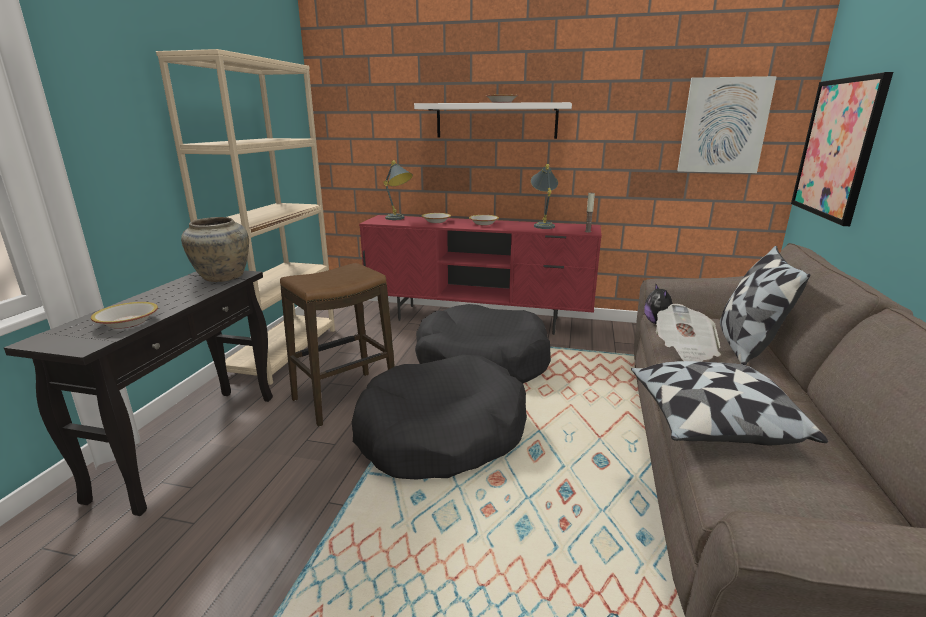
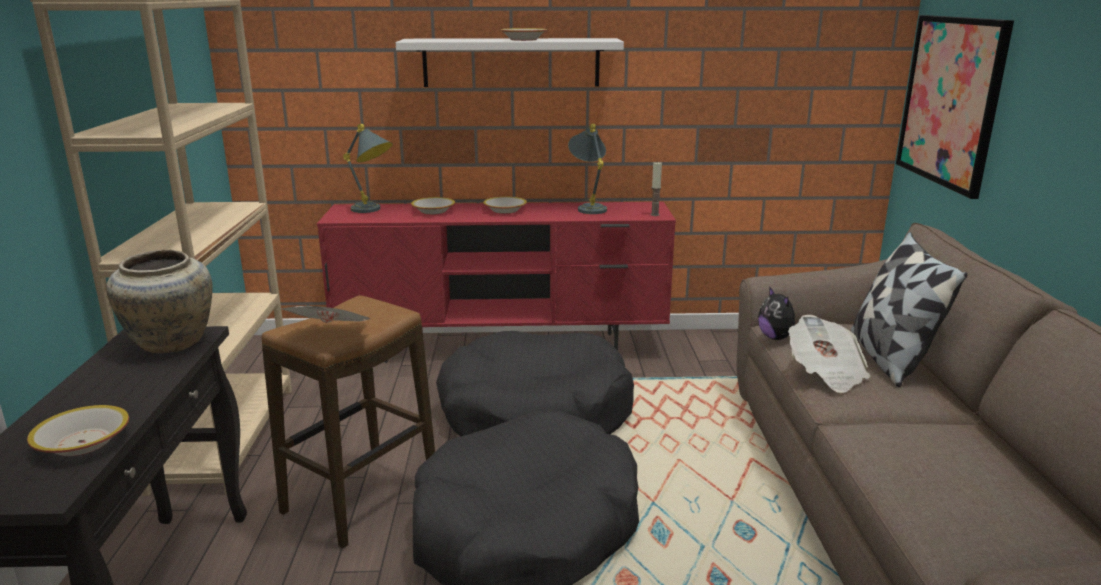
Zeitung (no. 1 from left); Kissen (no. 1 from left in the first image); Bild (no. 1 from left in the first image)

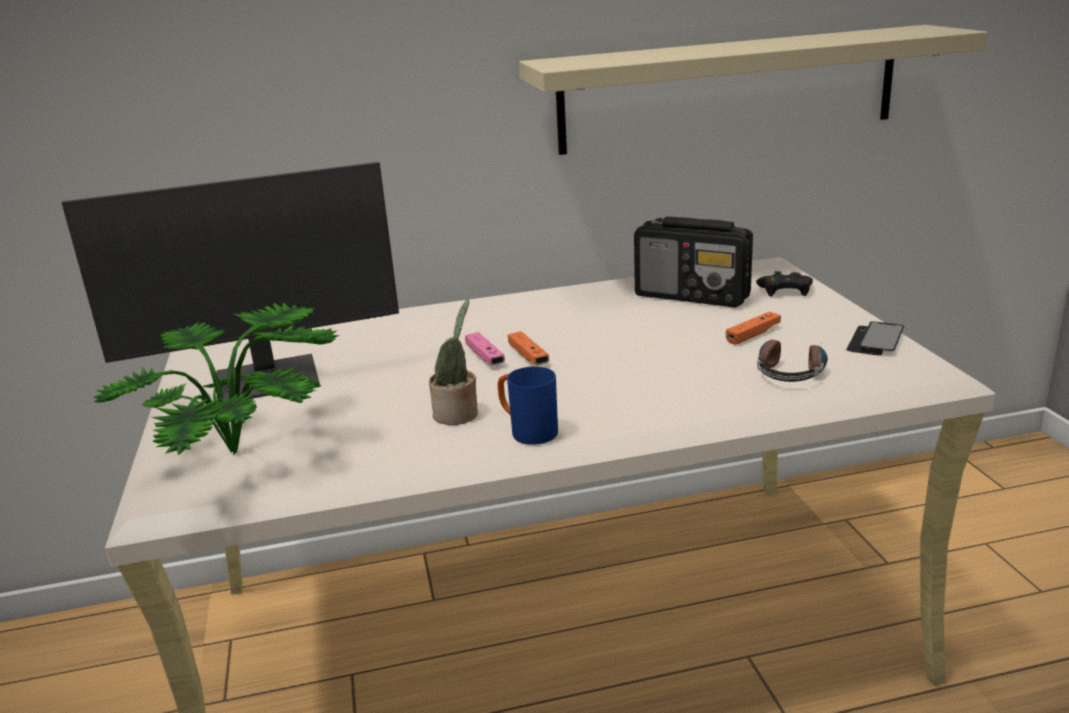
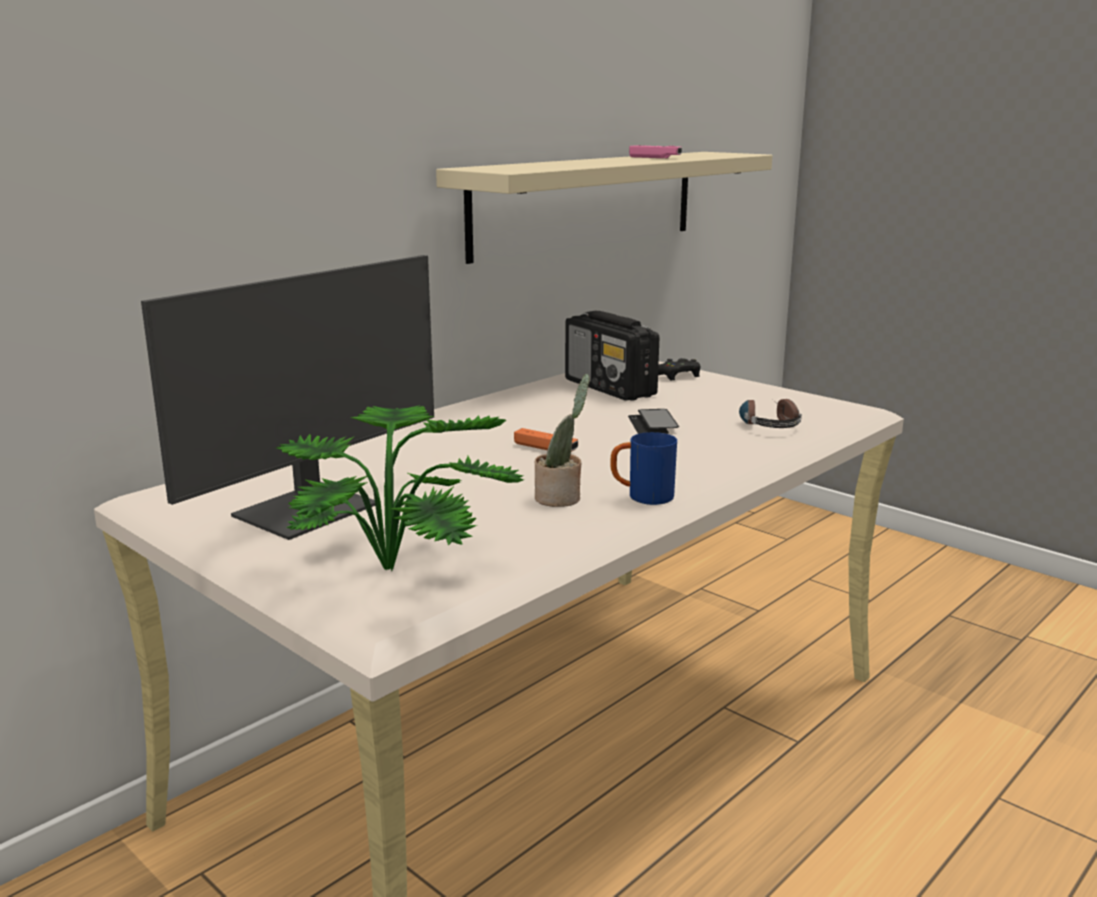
Radio; Handy; Gamepad/rosa; Gamepad/orange (no. 2 from left in the first image)

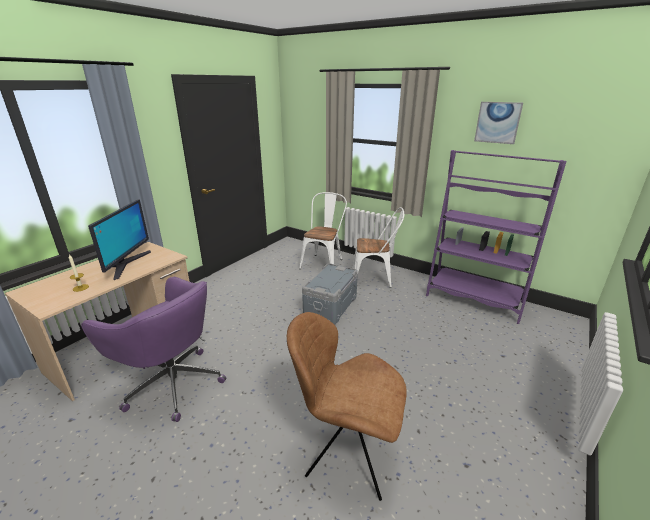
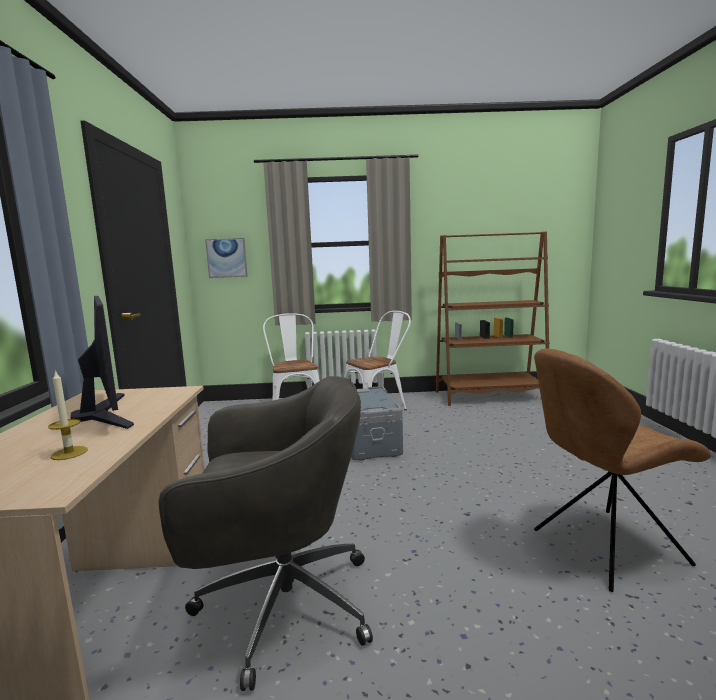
Bürostuhl/grau; Bild; Bücherregal/braun

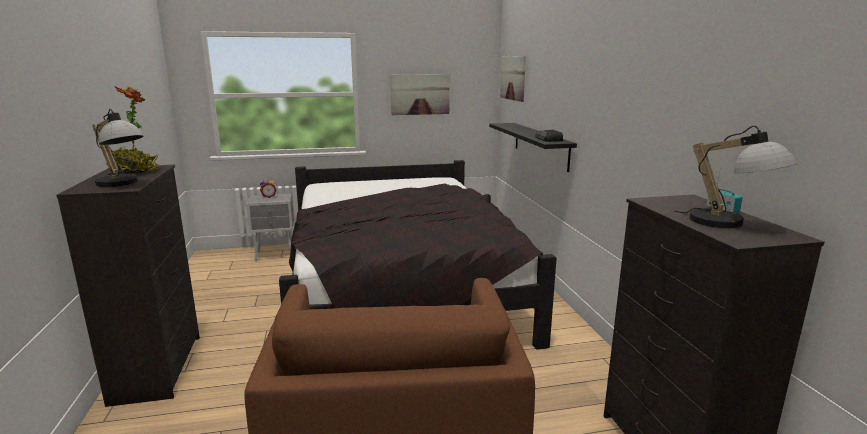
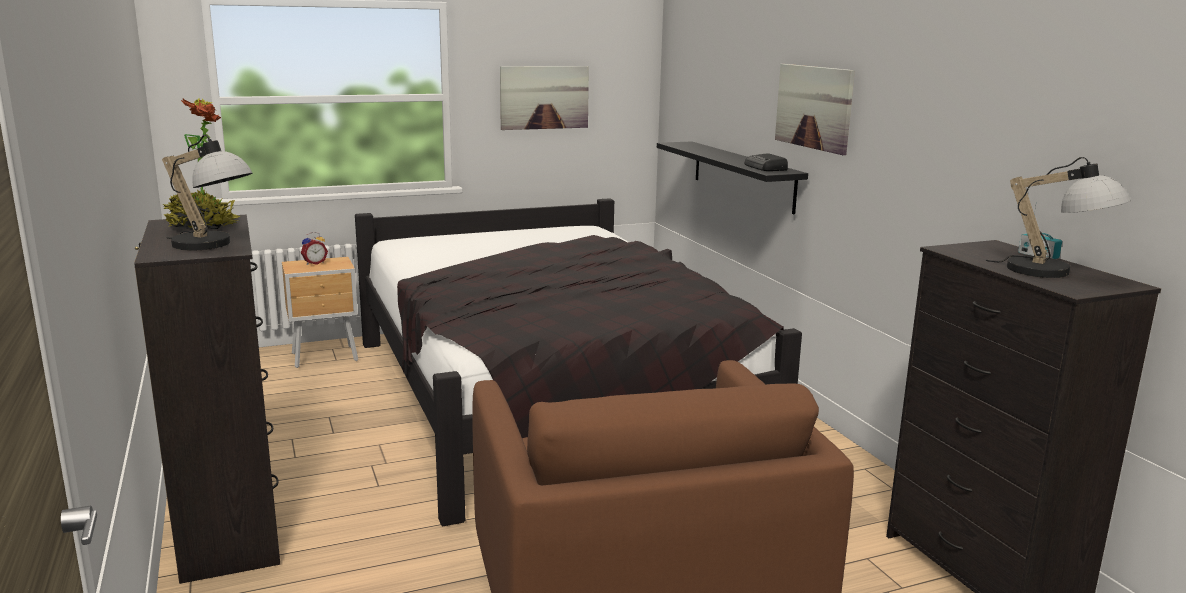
Nachttisch/braun; Bild (no. 2 from left)

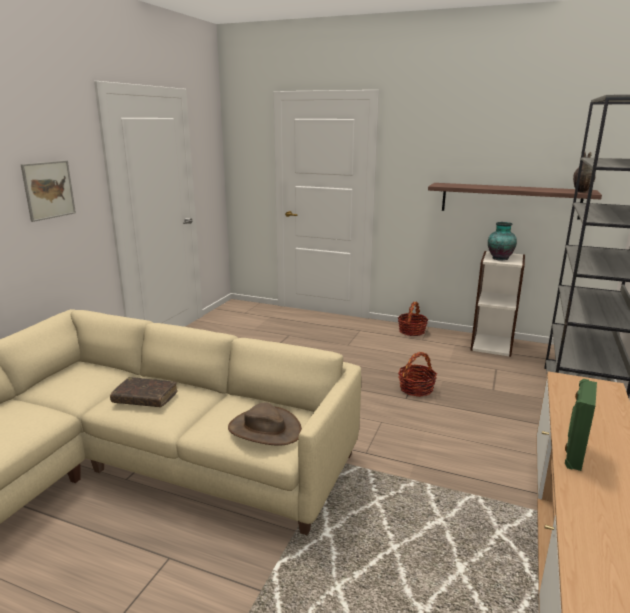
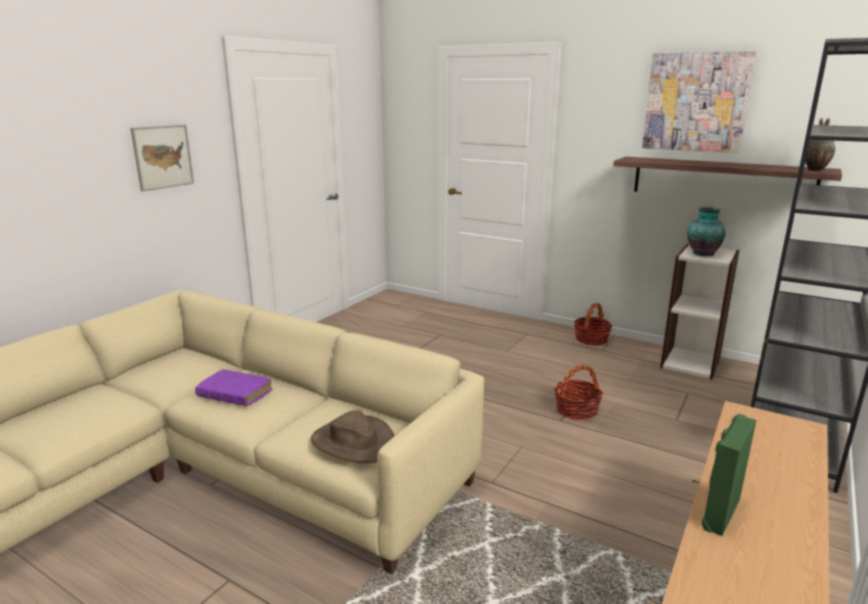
Buch/lila; Bild (no. 2 from left)

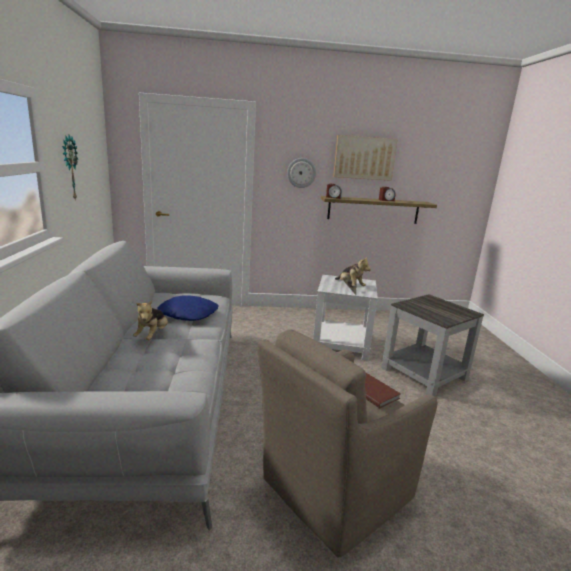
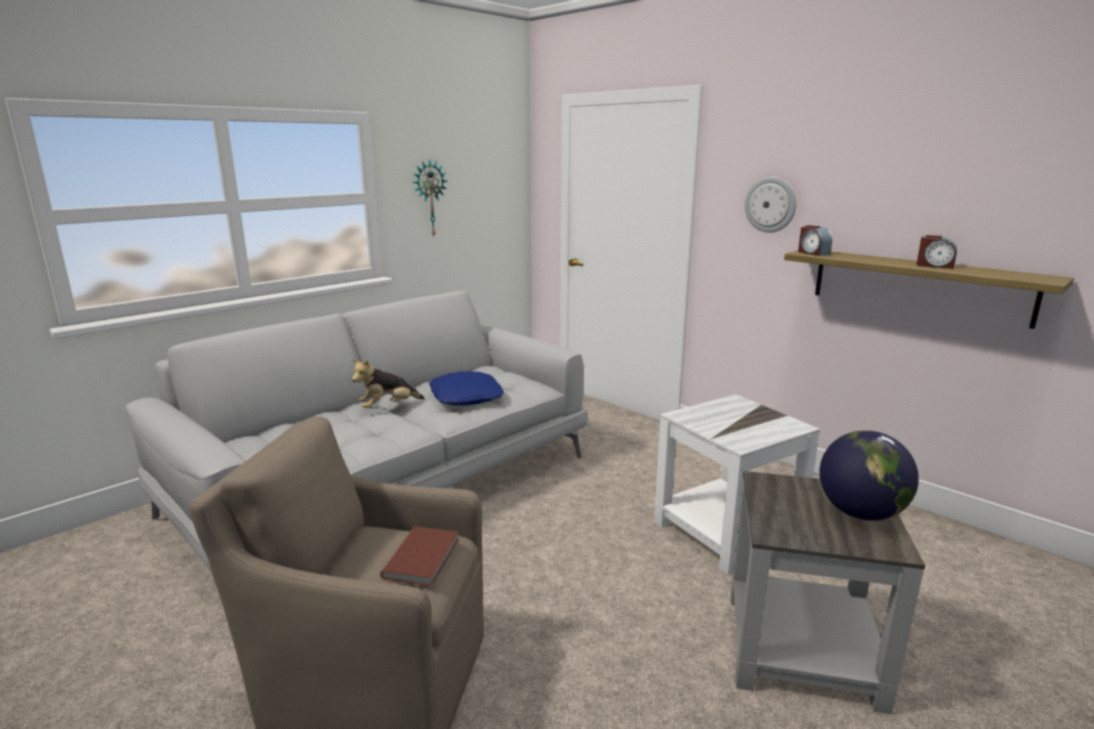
Globus; Bild; Plüschtier (no. 2 from left in the first image)

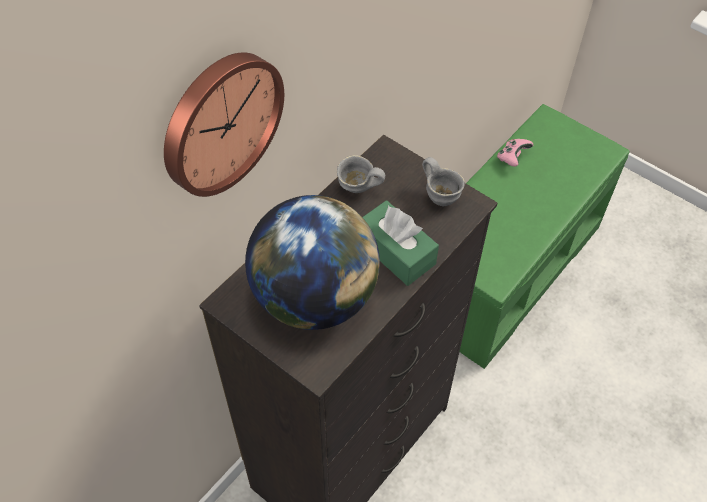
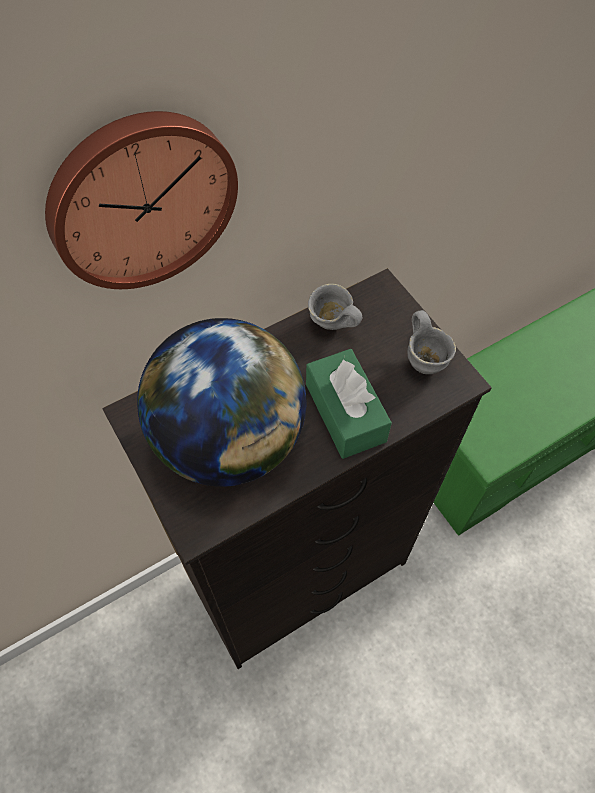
Gamepad/rosa

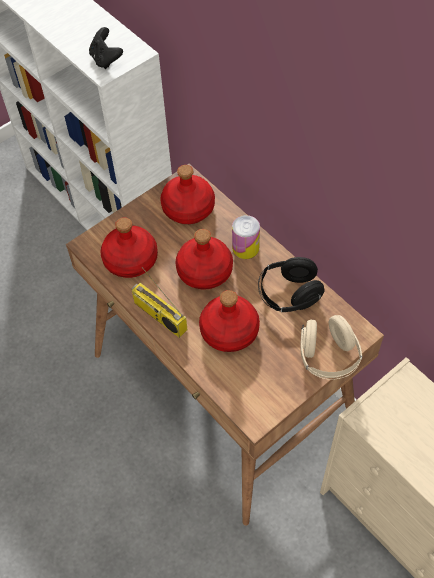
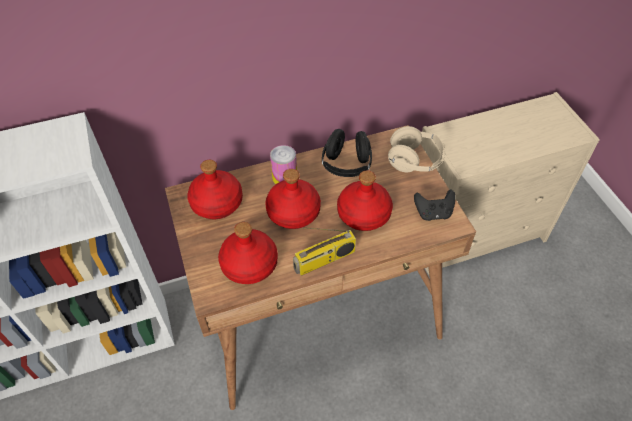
Gamepad/schwarz

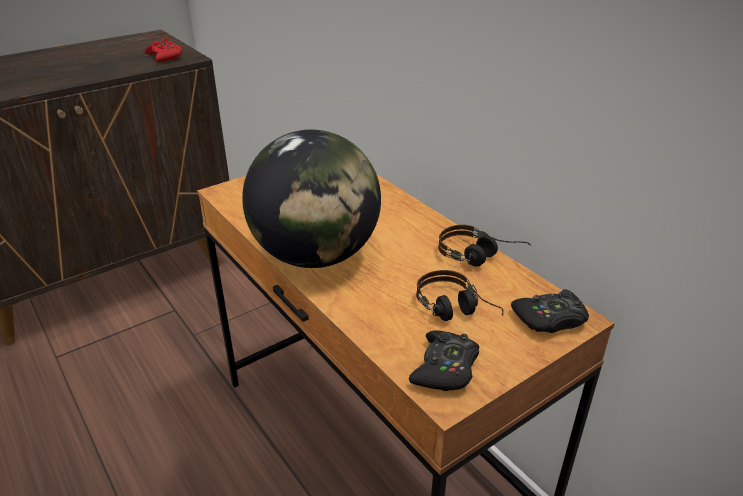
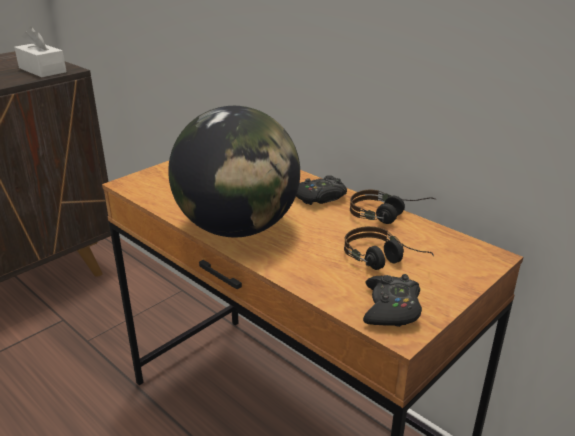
Taschentuchbox/weiß; Gamepad/schwarz (no. 1 from left)

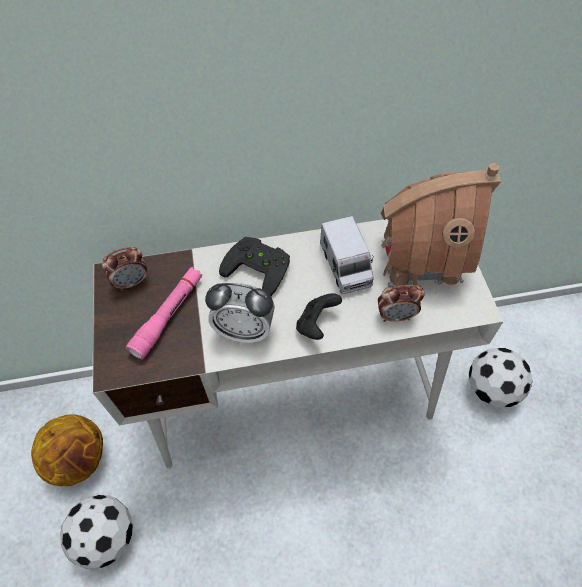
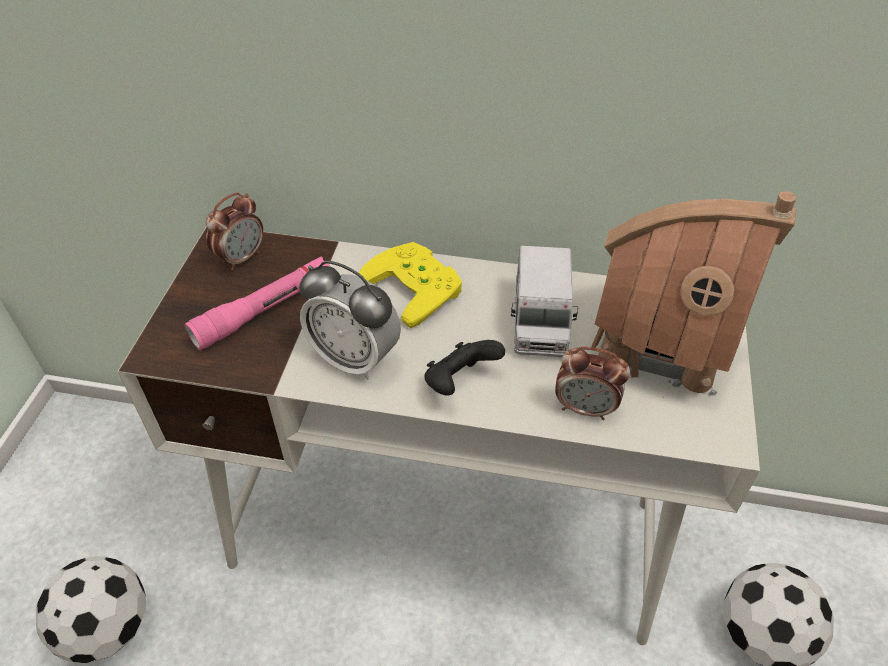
Wecker (no. 1 from left); Gamepad/gelb; Basketball

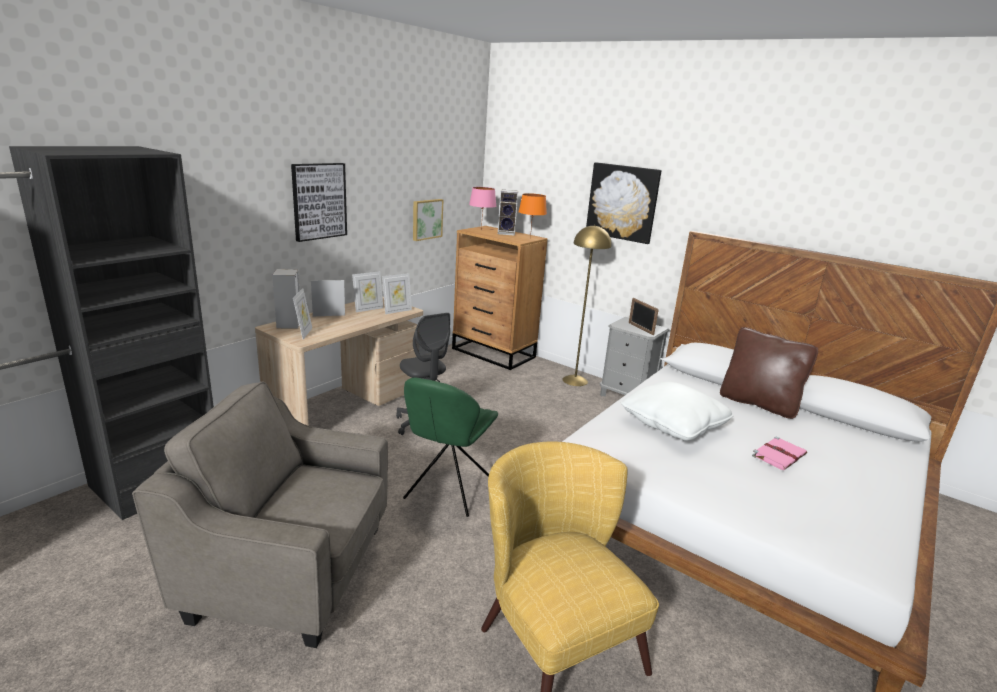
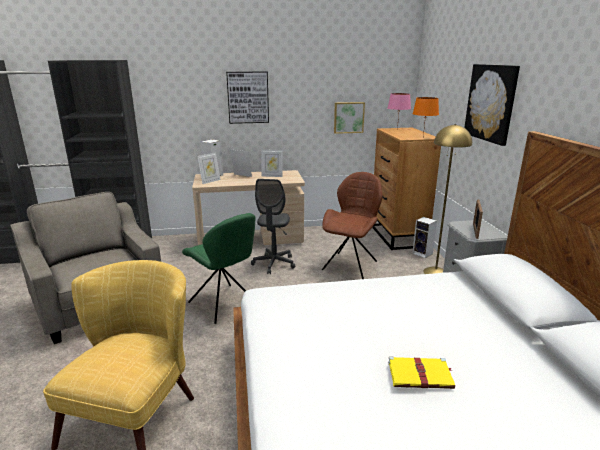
Stuhl/grün; Stuhl/braun; Buch/gelb; Lautsprecher (no. 2 from left); Bilderrahmen (no. 4 from left in the first image); Kissen/weiß; Kissen/braun

